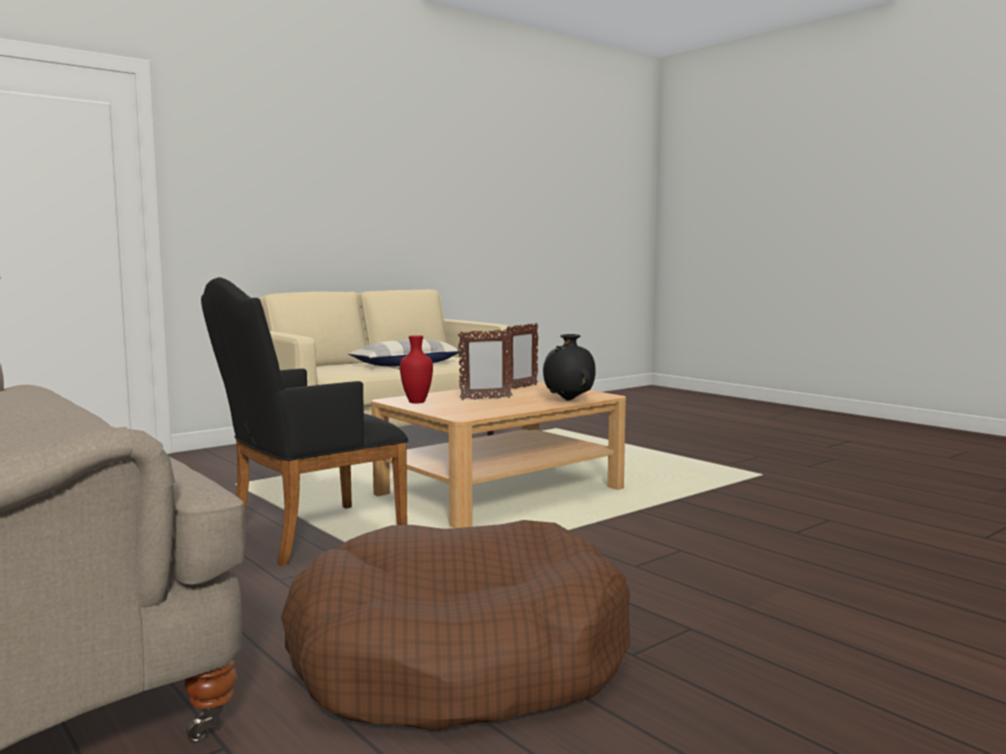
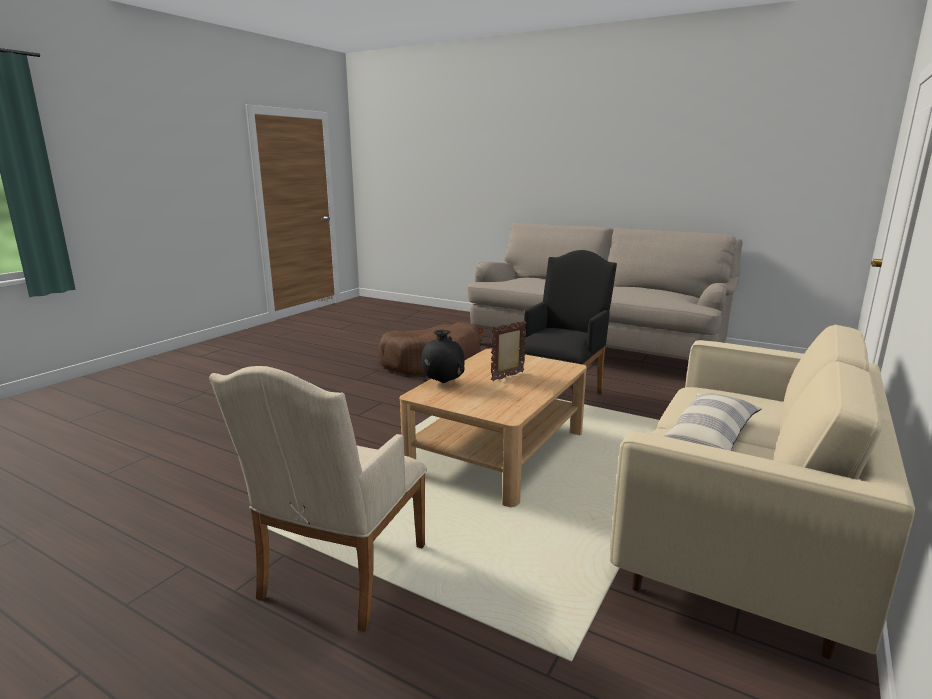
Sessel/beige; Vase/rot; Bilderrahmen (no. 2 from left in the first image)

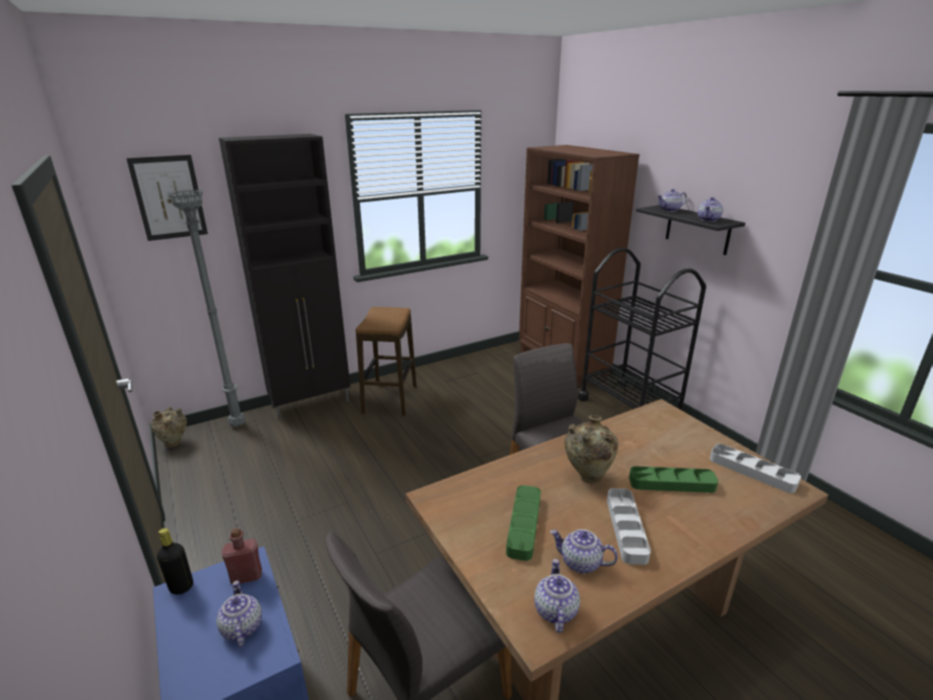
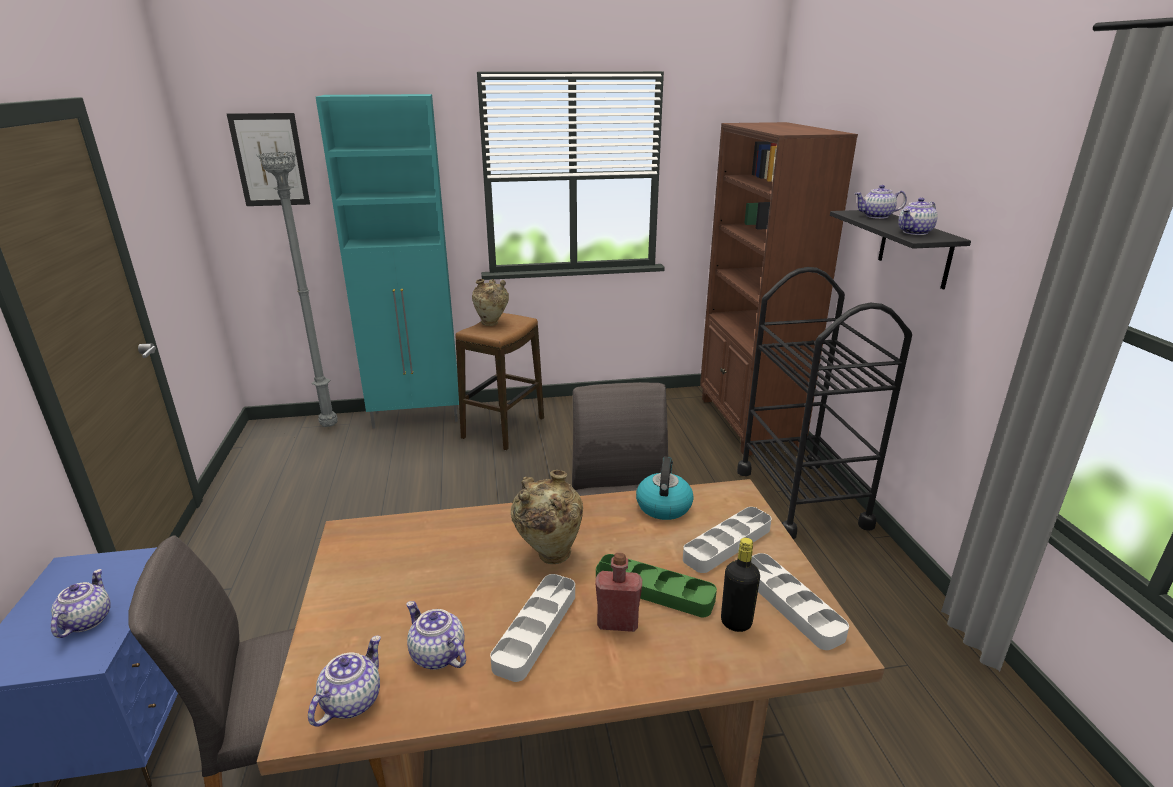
Schrank/türkis; Vase/beige (no. 1 from left); Flasche/rot; Wasserkessel; Tablett/grau (no. 2 from left); Flasche/schwarz; Tablett/grün (no. 1 from left in the first image)

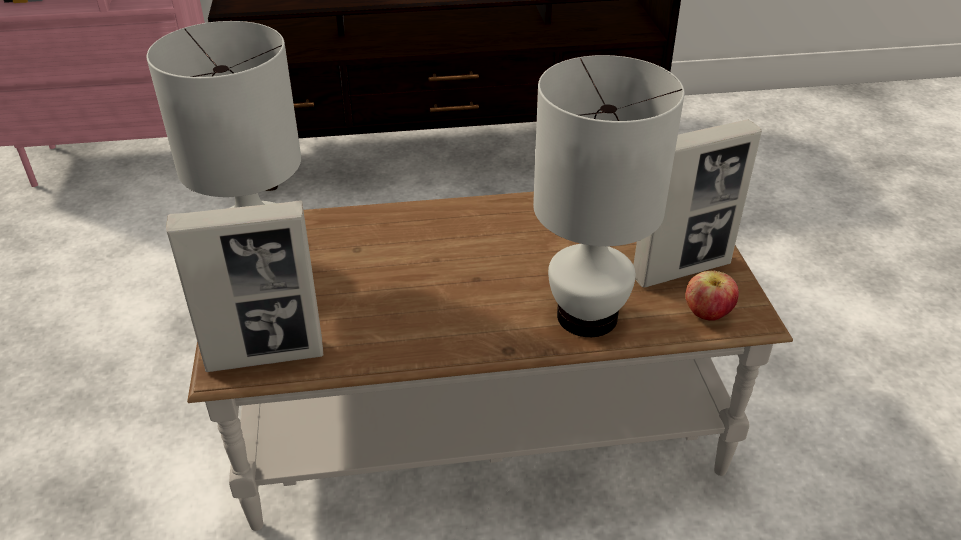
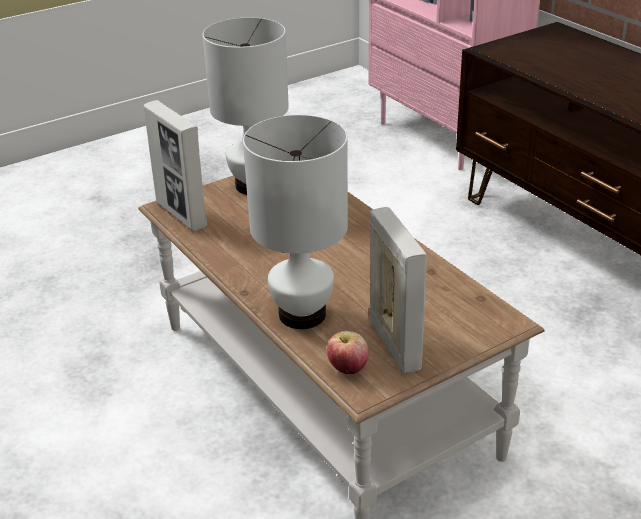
Bilderrahmen (no. 2 from left)

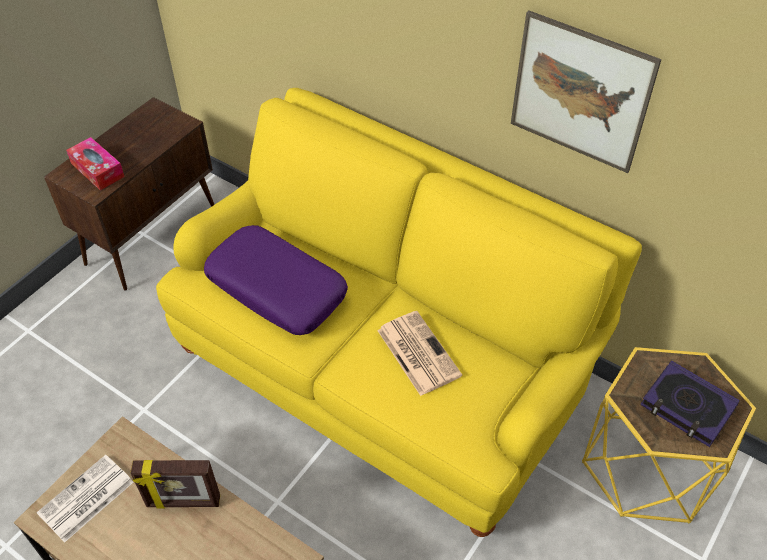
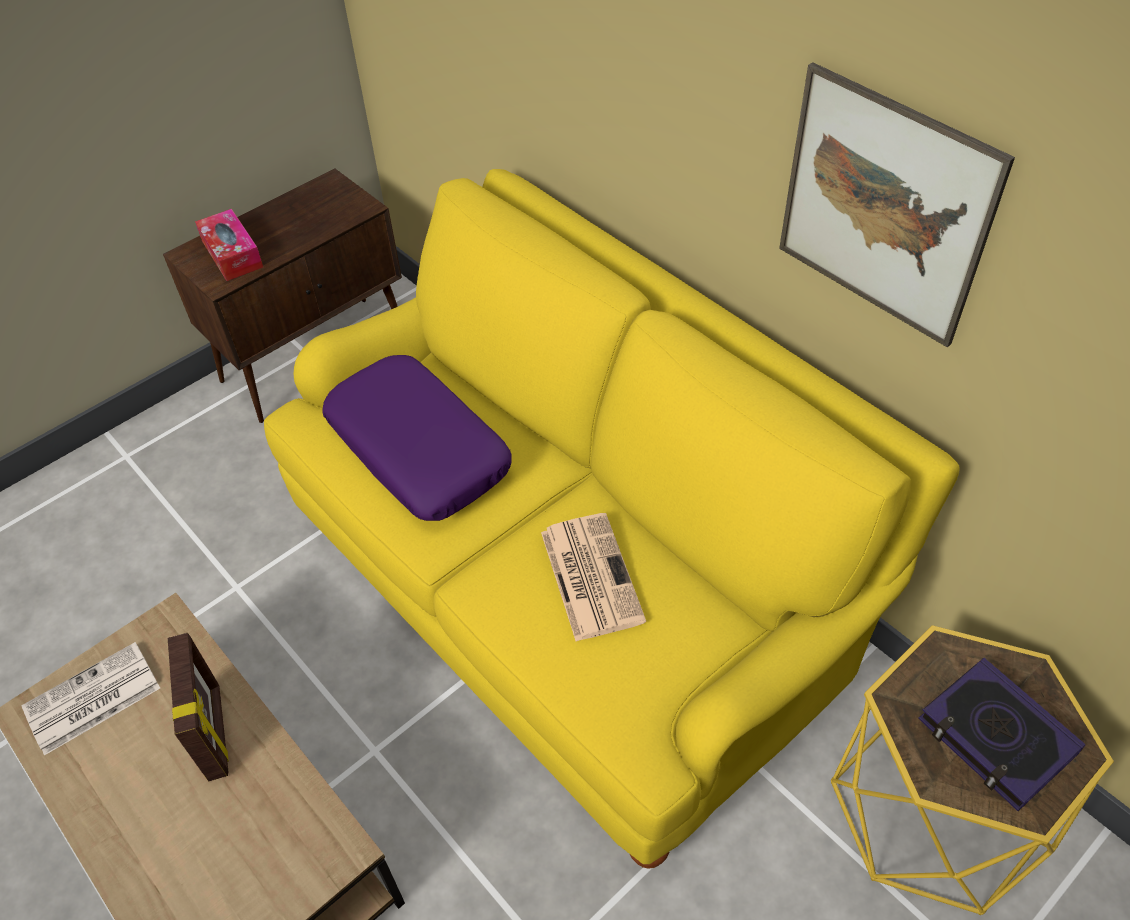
Bilderrahmen

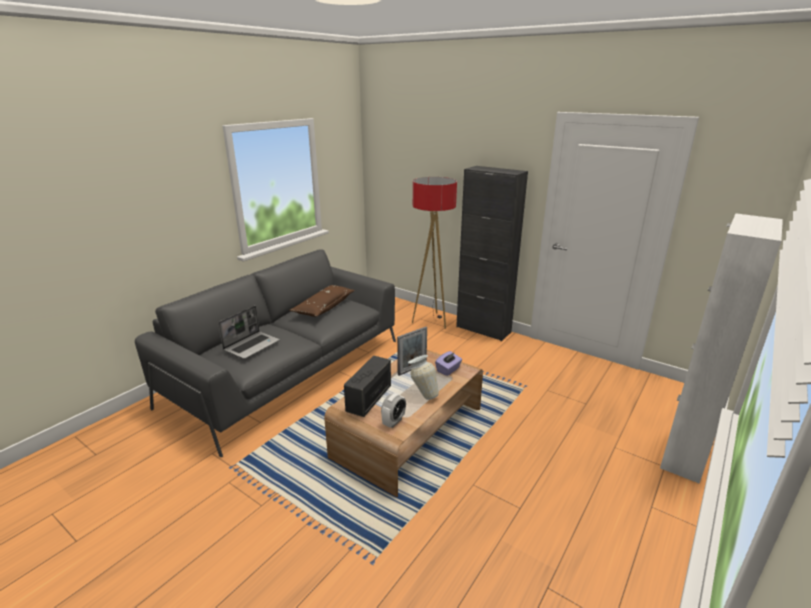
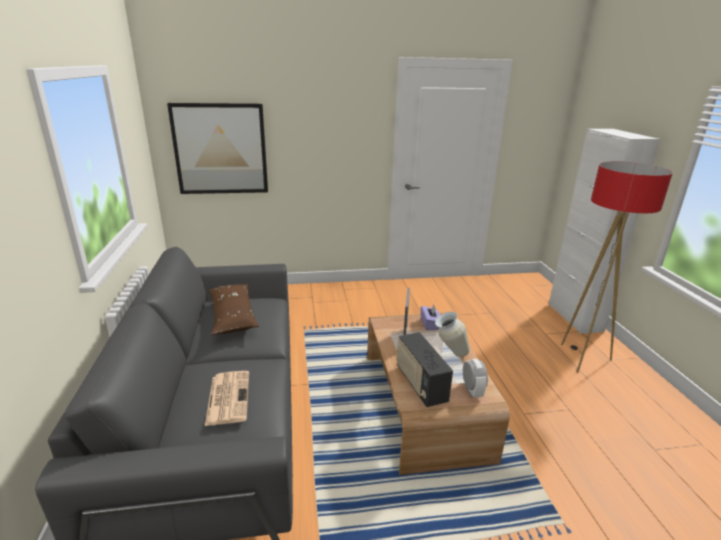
Bild; Zeitung; Stehlampe; Schrank/schwarz

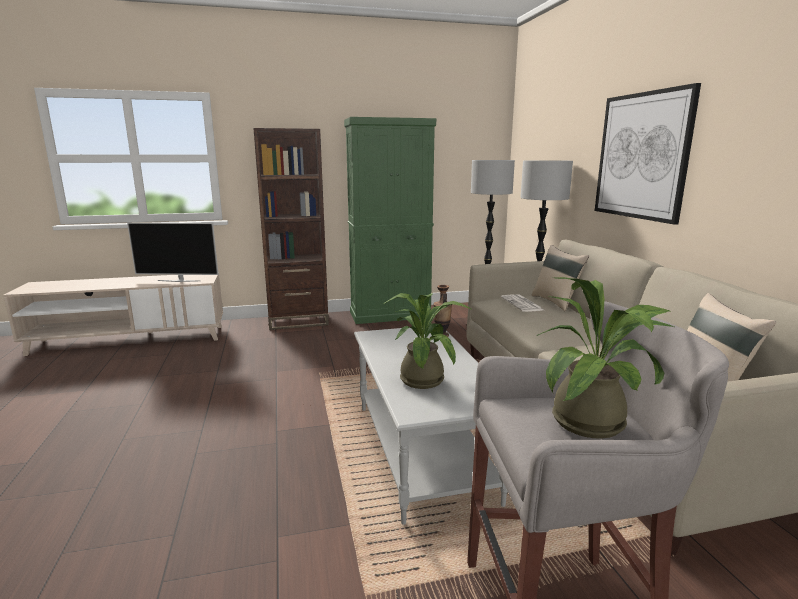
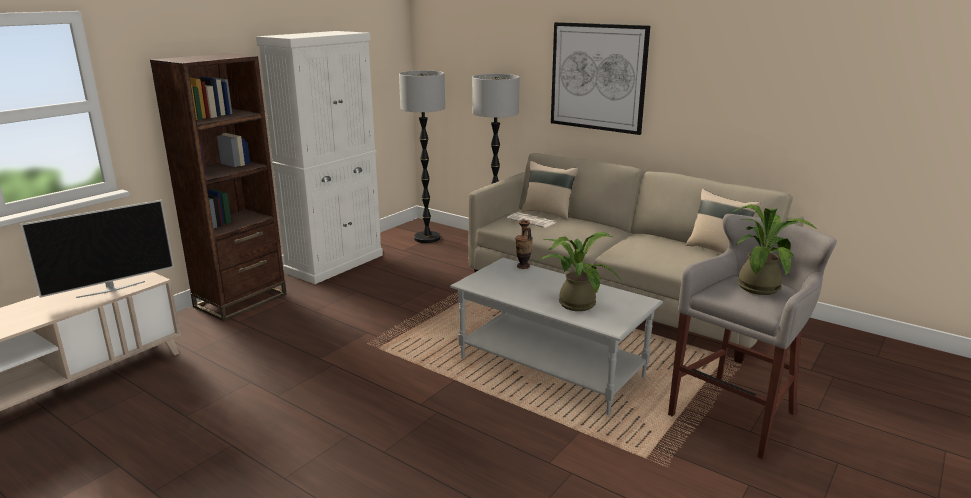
Schrank/weiß

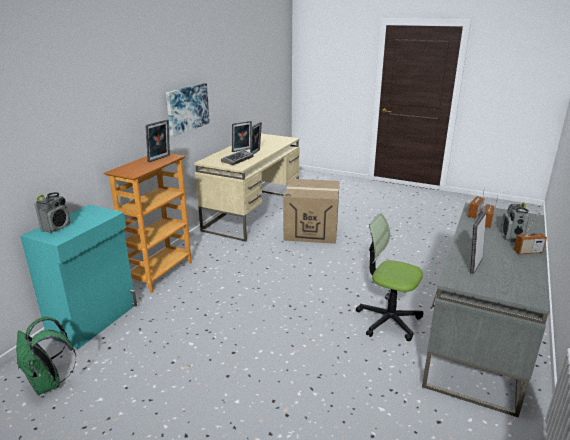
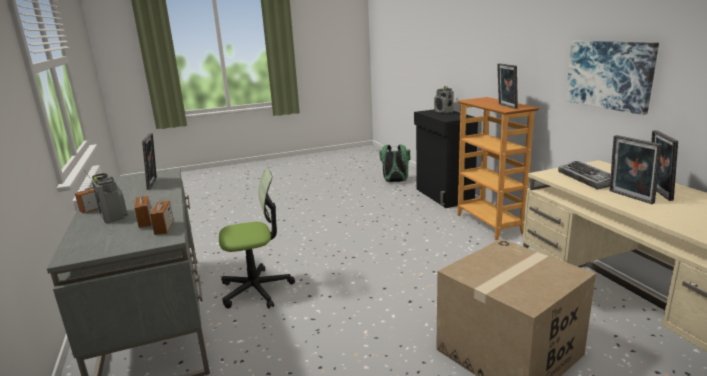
Schrank/schwarz

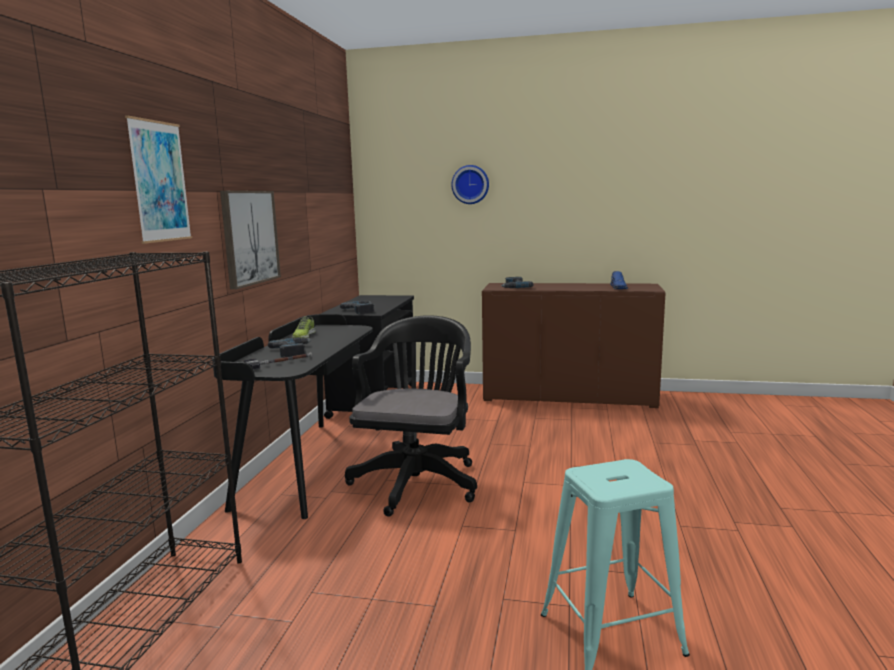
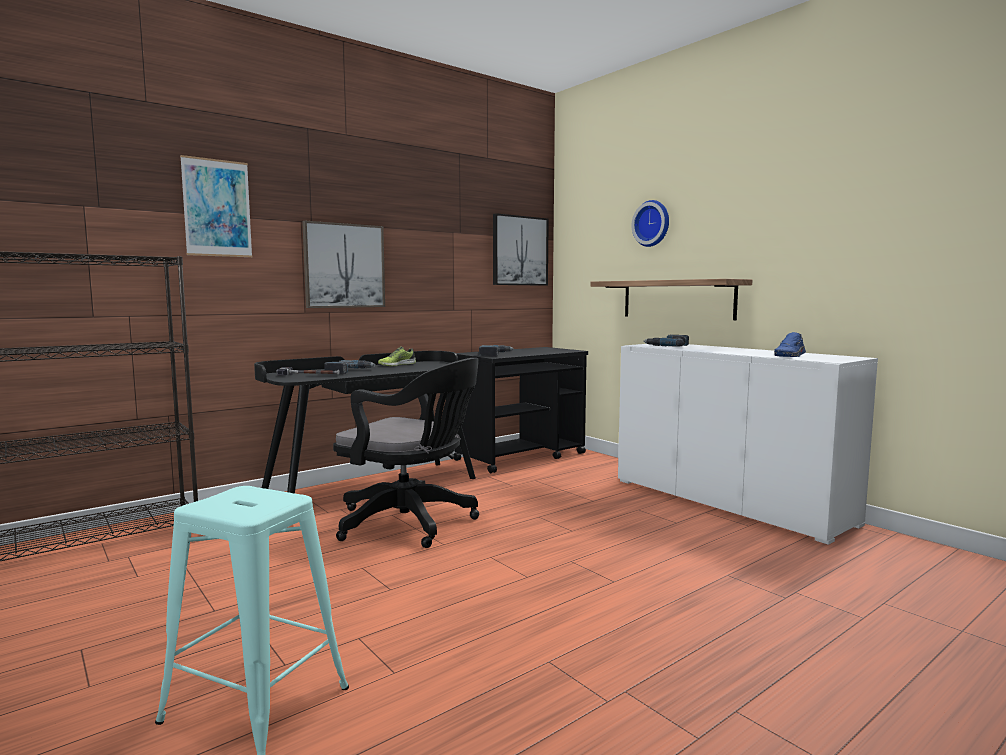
Bürostuhl/schwarz; Bild (no. 3 from left); Wandregal; Schrank/weiß

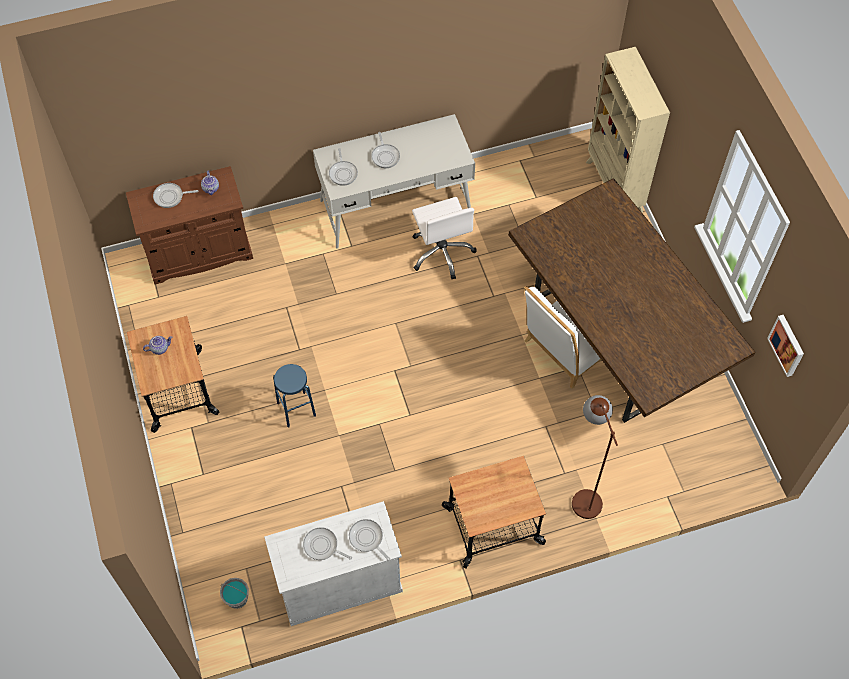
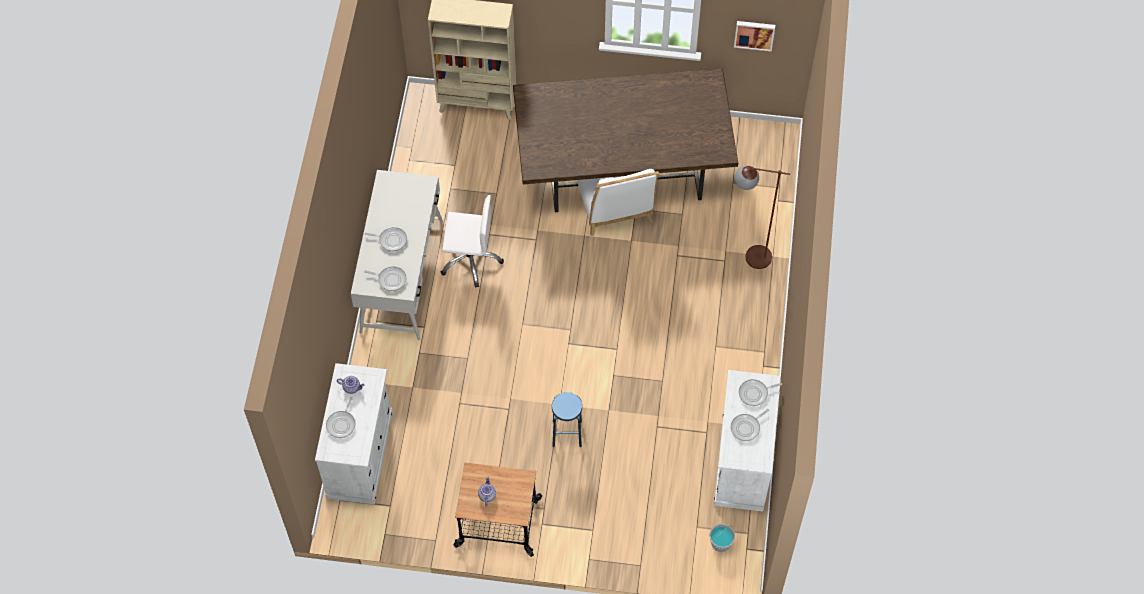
Schrank/weiß (no. 1 from left); Rollwagen (no. 2 from left in the first image)

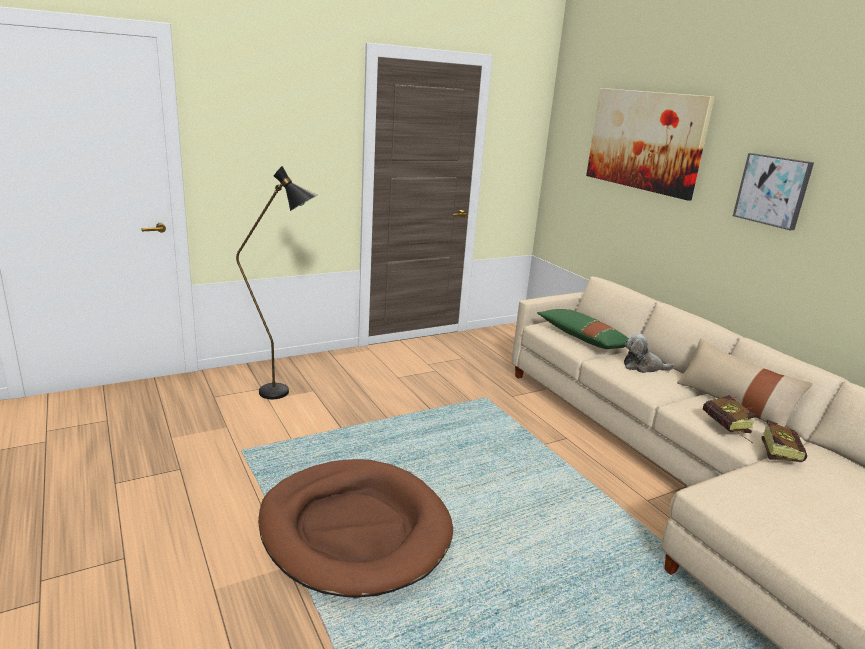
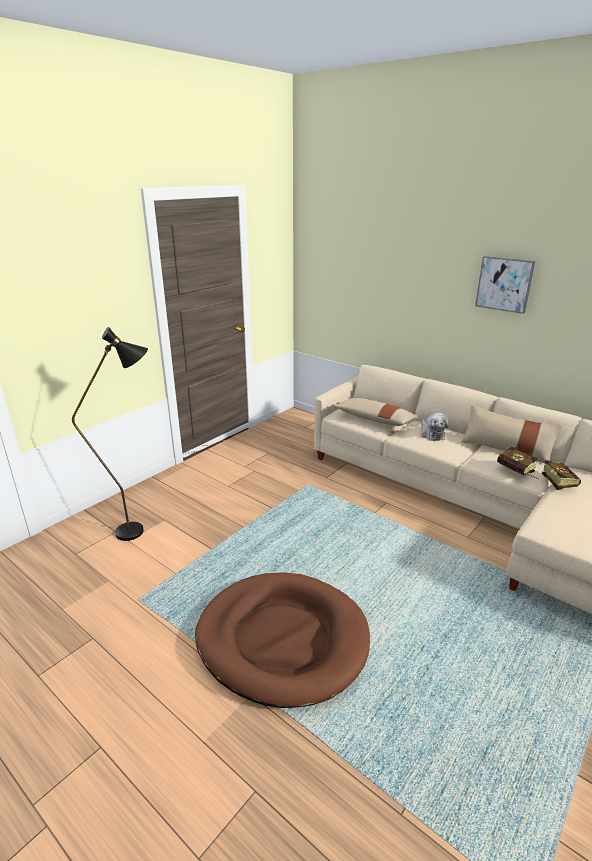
Kissen/beige (no. 1 from left); Plüschtier; Bild (no. 1 from left in the first image)

